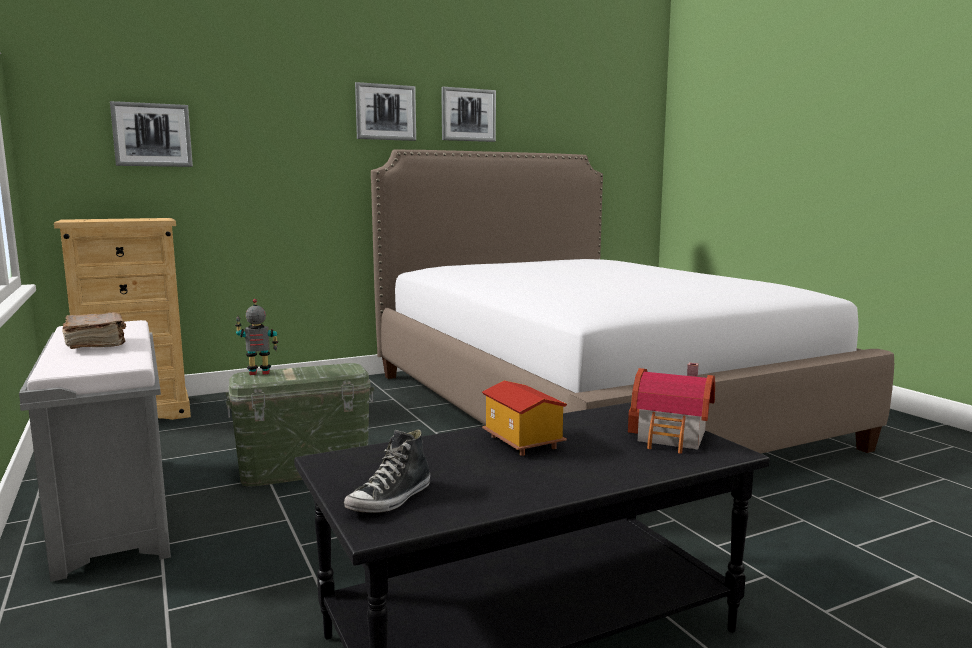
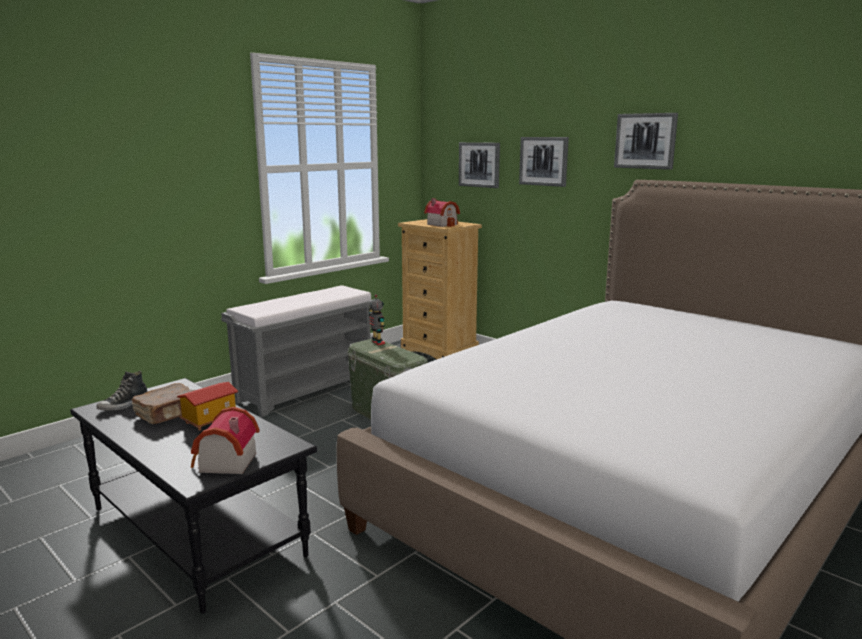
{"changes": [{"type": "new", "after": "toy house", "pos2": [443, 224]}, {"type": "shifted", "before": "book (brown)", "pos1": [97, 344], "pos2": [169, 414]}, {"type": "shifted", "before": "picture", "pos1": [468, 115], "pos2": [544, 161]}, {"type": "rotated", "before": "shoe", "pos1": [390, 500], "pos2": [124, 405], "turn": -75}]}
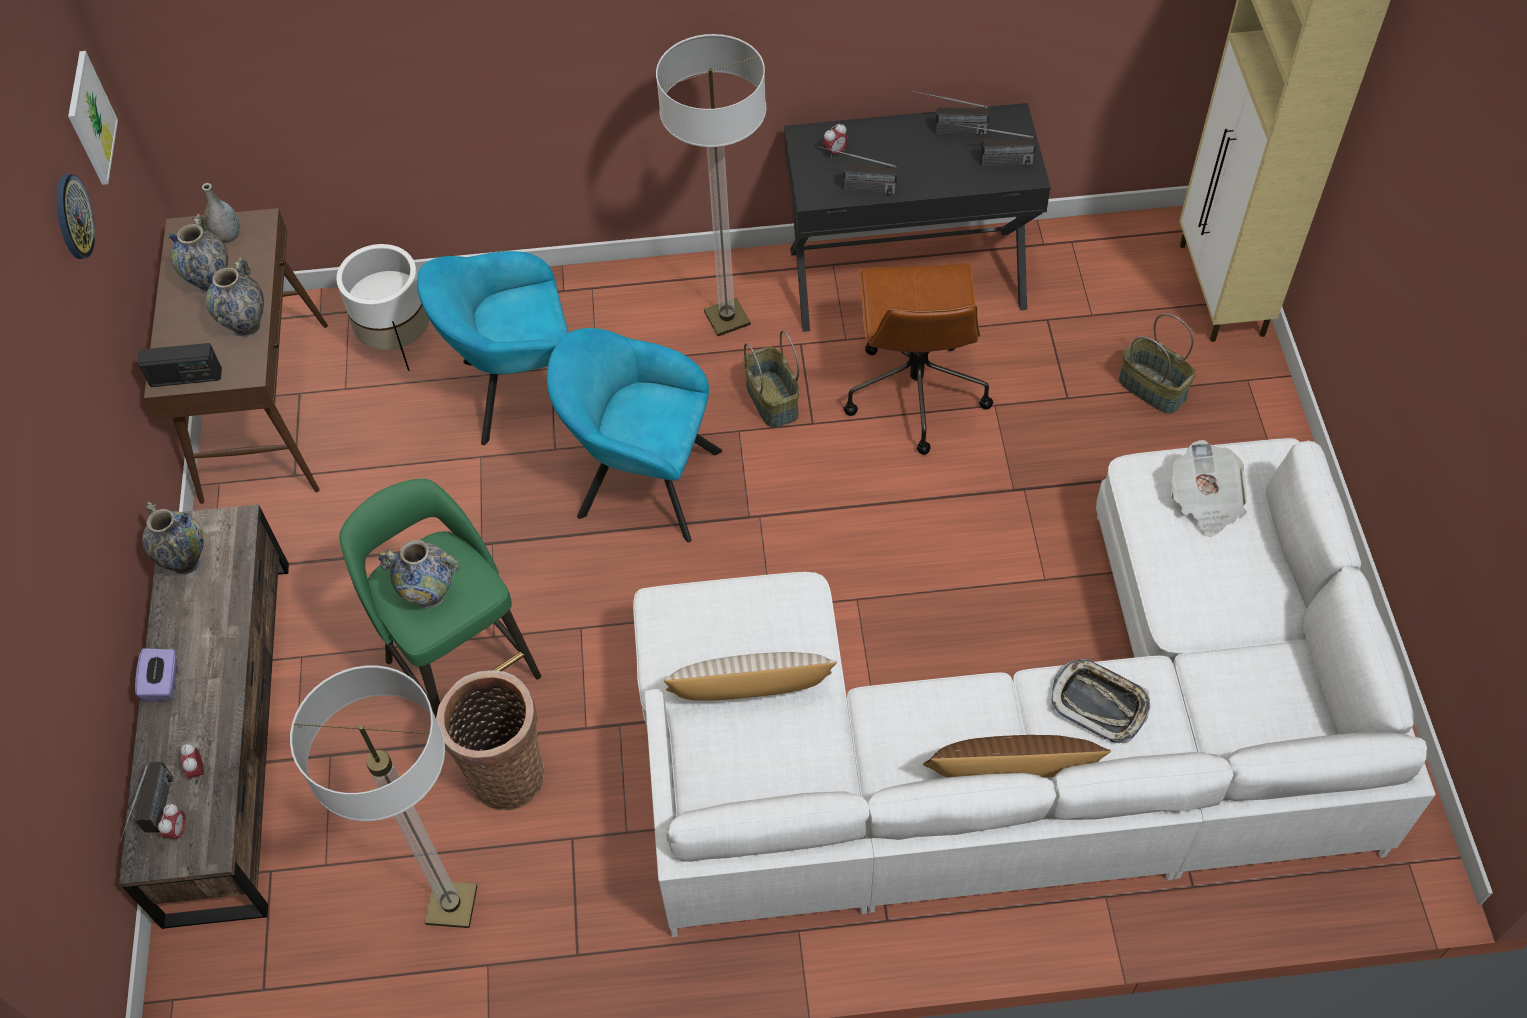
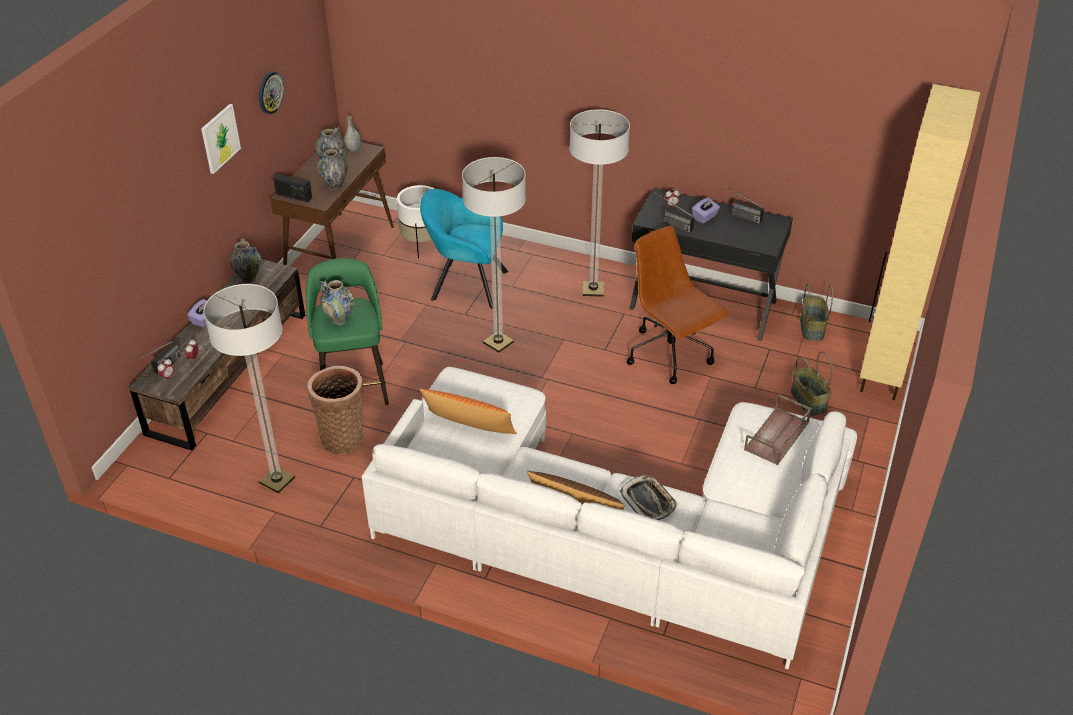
{"changes": [{"type": "gone", "before": "radio", "pos1": [992, 162]}, {"type": "new", "after": "tissue box (purple)", "pos2": [705, 217]}, {"type": "shifted", "before": "picture", "pos1": [90, 118], "pos2": [220, 138]}, {"type": "shifted", "before": "basket", "pos1": [771, 400], "pos2": [811, 327]}, {"type": "swapped", "before": "armchair (turquoise)", "after": "floor lamp", "pos1": [641, 481], "pos2": [498, 343]}, {"type": "swapped", "before": "newspaper", "after": "tray (brown)", "pos1": [1205, 501], "pos2": [777, 437]}, {"type": "repainted", "before": "pillow (beige)", "after": "pillow (orange)", "pos1": [750, 692], "pos2": [469, 426]}, {"type": "rotated", "before": "office chair (brown)", "pos1": [914, 391], "pos2": [670, 355], "turn": 120}]}
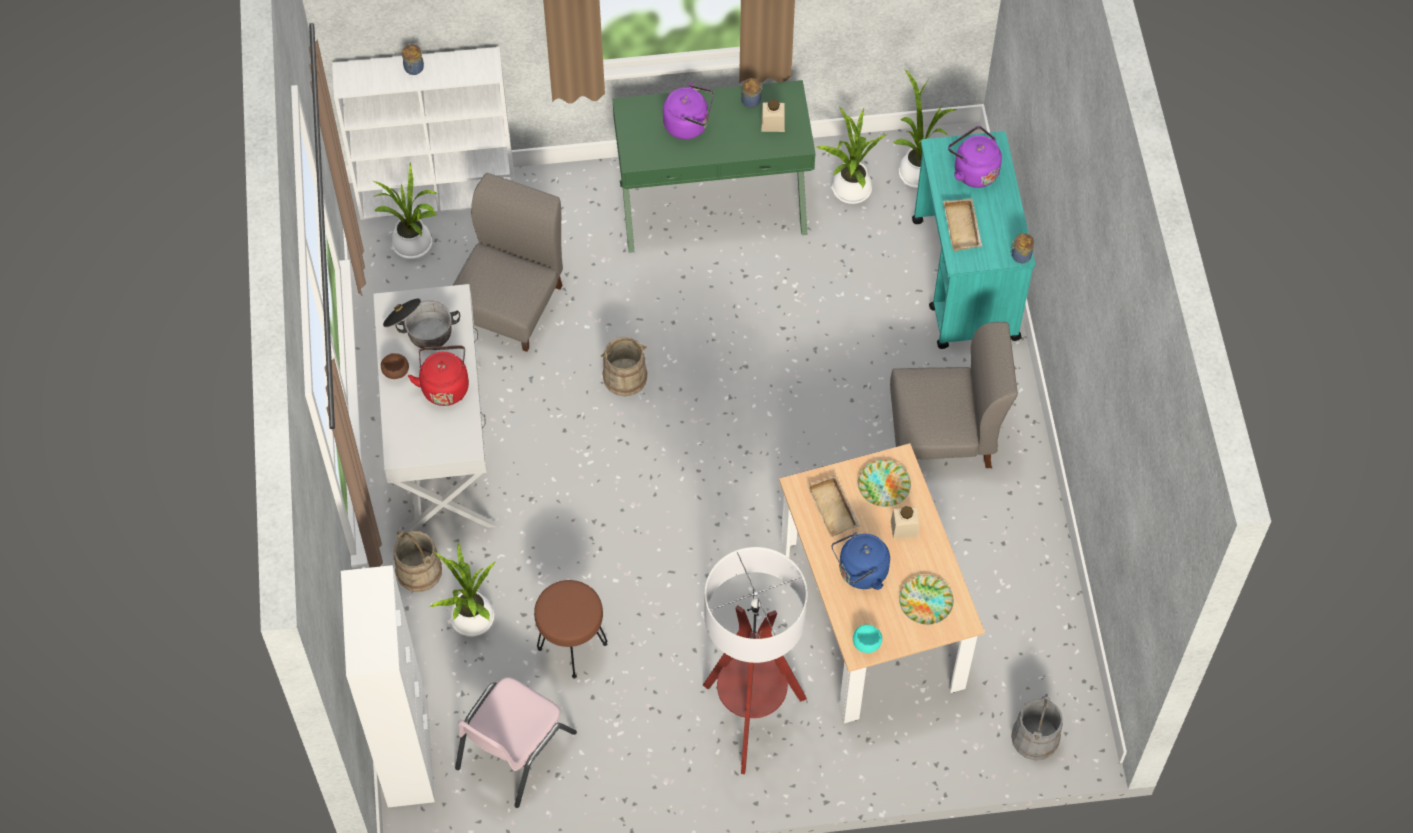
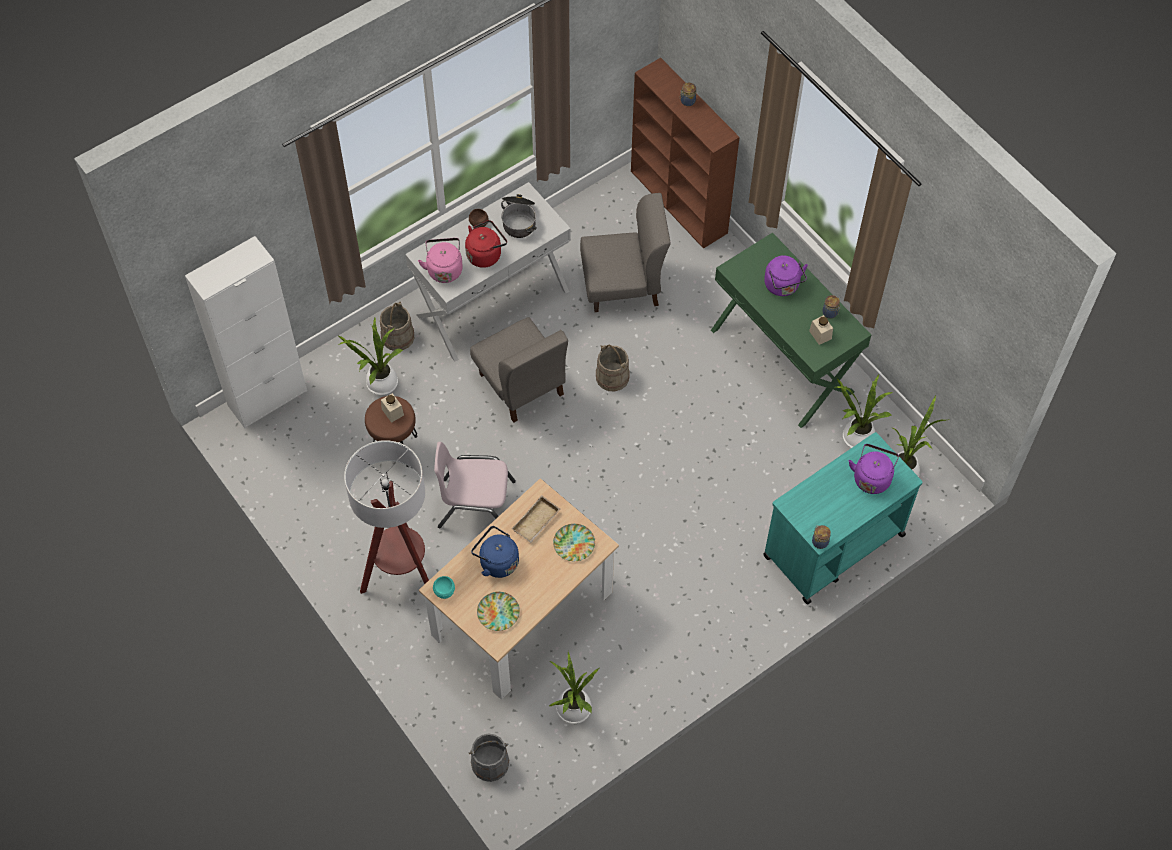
{"changes": [{"type": "gone", "before": "tray (beige)", "pos1": [963, 228]}, {"type": "new", "after": "kettle (pink)", "pos2": [444, 269]}, {"type": "shifted", "before": "potted plant", "pos1": [415, 246], "pos2": [573, 711]}, {"type": "shifted", "before": "chair (pink)", "pos1": [514, 750], "pos2": [476, 504]}, {"type": "shifted", "before": "chair (grey)", "pos1": [944, 436], "pos2": [521, 385]}, {"type": "shifted", "before": "jar (beige)", "pos1": [904, 528], "pos2": [392, 412]}, {"type": "repainted", "before": "bookcase (white)", "after": "bookcase (brown)", "pos1": [439, 194], "pos2": [679, 202]}]}
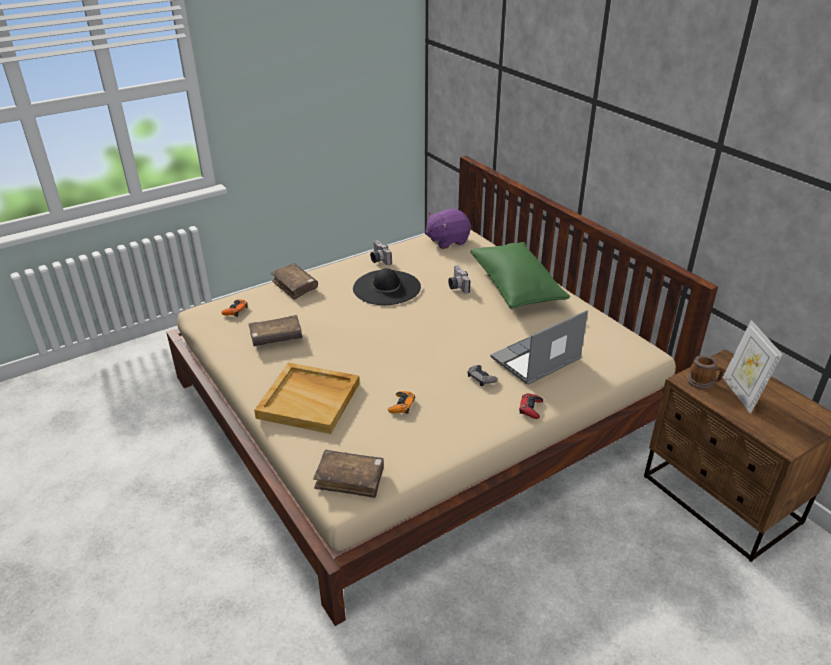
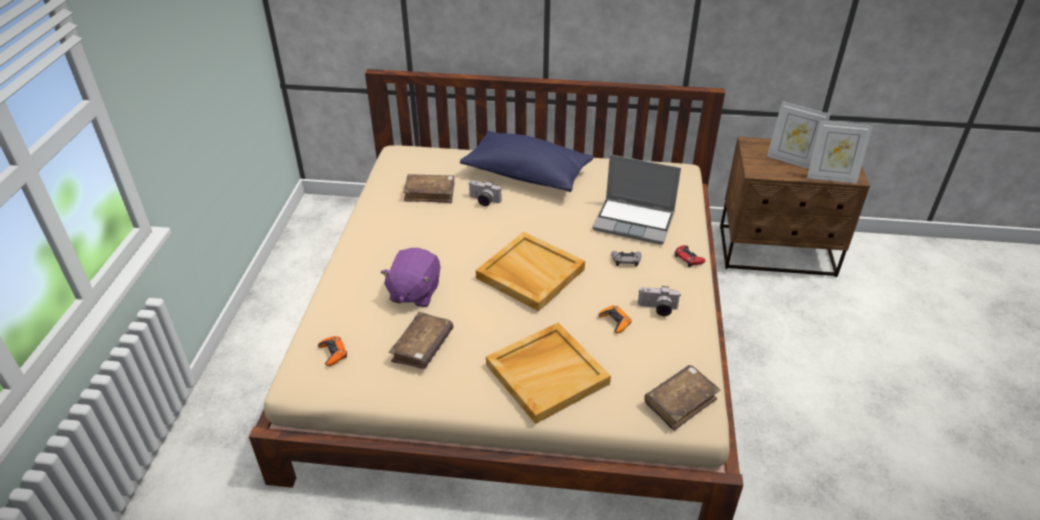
{"changes": [{"type": "gone", "before": "hat (black)", "pos1": [387, 287]}, {"type": "gone", "before": "mug", "pos1": [703, 382]}, {"type": "new", "after": "tray (beige)", "pos2": [529, 273]}, {"type": "new", "after": "picture frame", "pos2": [831, 178]}, {"type": "shifted", "before": "book (brown)", "pos1": [295, 286], "pos2": [430, 193]}, {"type": "shifted", "before": "photo camera", "pos1": [378, 260], "pos2": [657, 309]}, {"type": "shifted", "before": "plush toy (purple)", "pos1": [447, 241], "pos2": [414, 292]}, {"type": "repainted", "before": "pillow (green)", "after": "pillow (blue)", "pos1": [516, 288], "pos2": [527, 174]}, {"type": "rotated", "before": "laptop", "pos1": [535, 360], "pos2": [635, 222], "turn": -75}]}
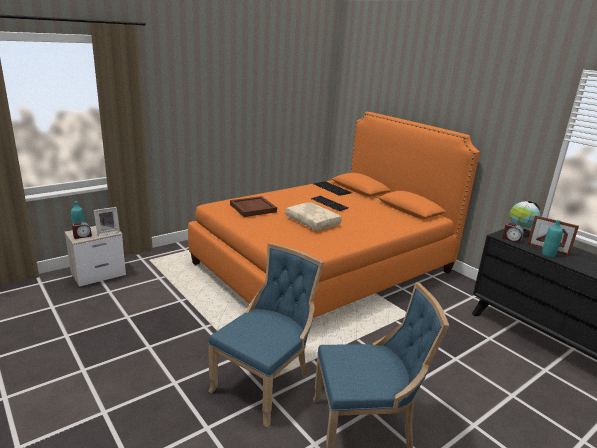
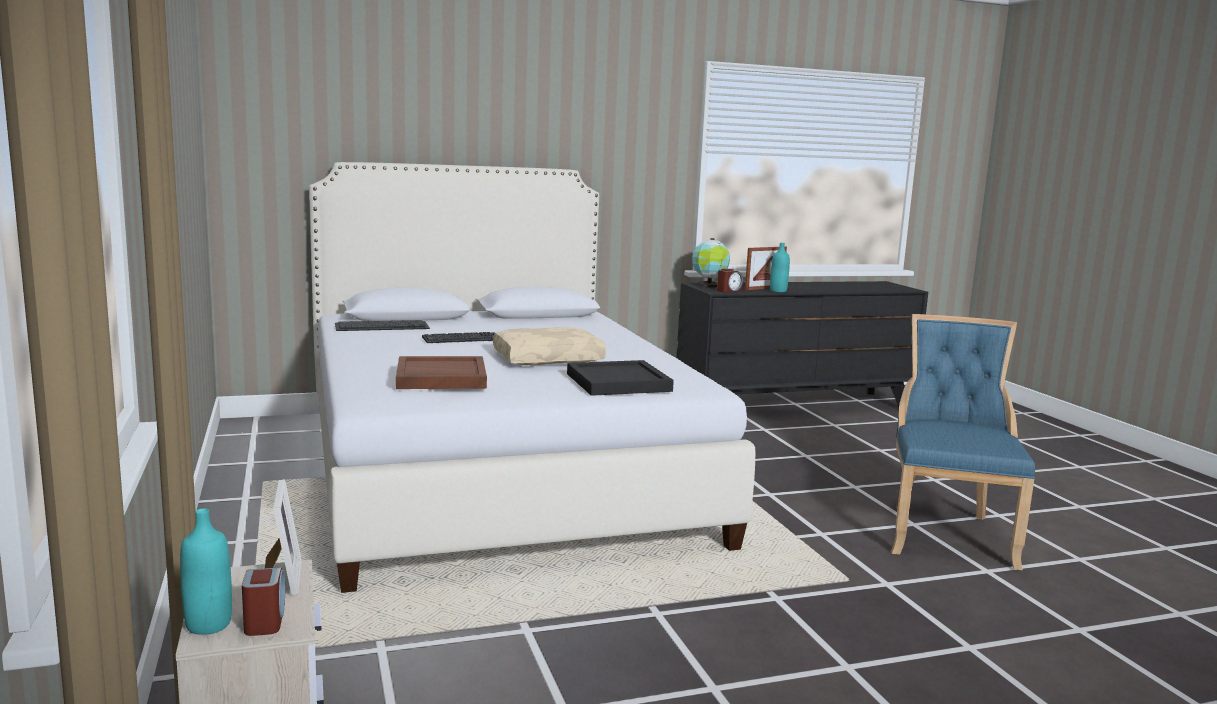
{"changes": [{"type": "gone", "before": "chair (blue)", "pos1": [265, 383]}, {"type": "new", "after": "tray (black)", "pos2": [617, 382]}, {"type": "repainted", "before": "bed (orange)", "after": "bed (white)", "pos1": [324, 267], "pos2": [494, 471]}]}
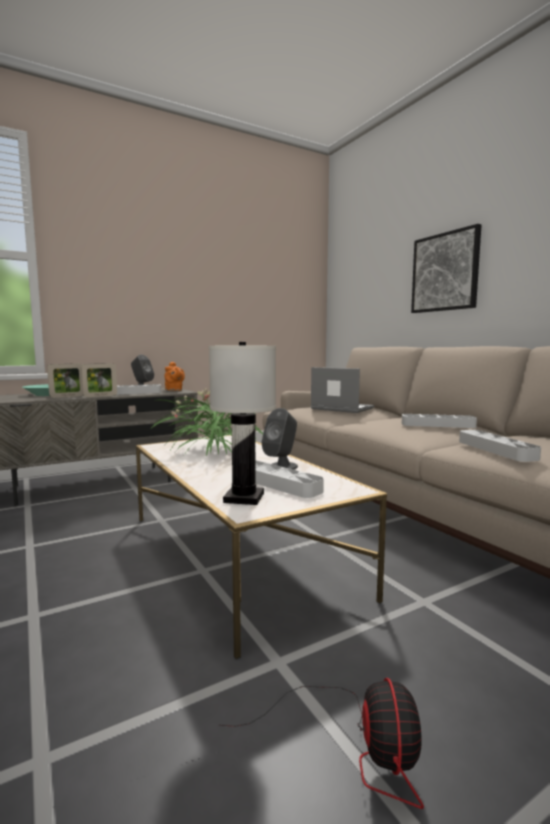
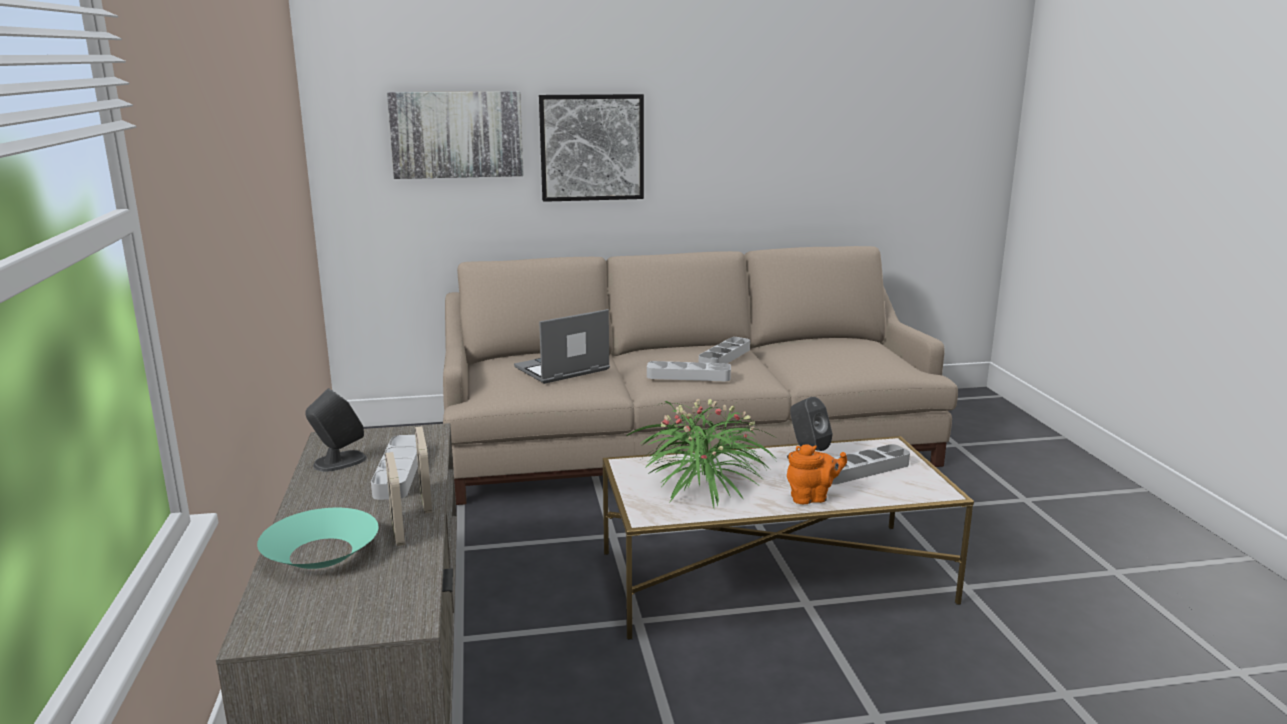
{"changes": [{"type": "gone", "before": "table lamp (white)", "pos1": [244, 498]}, {"type": "gone", "before": "fan", "pos1": [354, 746]}, {"type": "new", "after": "picture", "pos2": [457, 134]}, {"type": "shifted", "before": "teapot (orange)", "pos1": [174, 390], "pos2": [812, 498]}, {"type": "shifted", "before": "tray (grey)", "pos1": [496, 450], "pos2": [688, 376]}]}
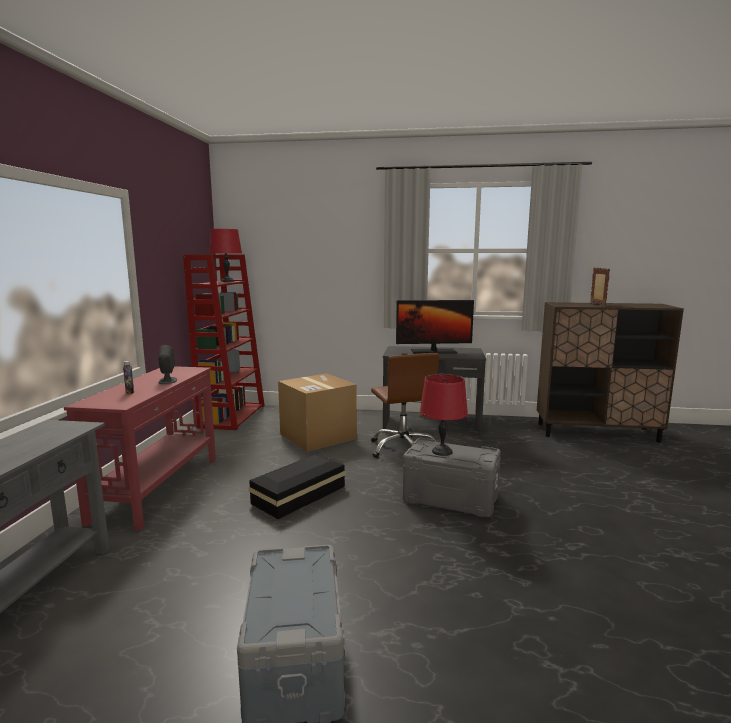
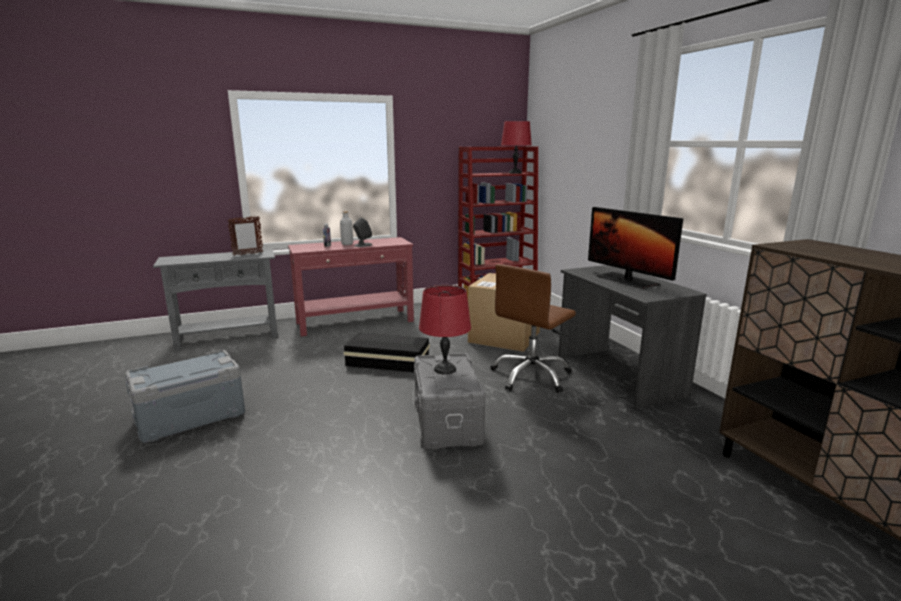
{"changes": [{"type": "new", "after": "bottle (grey)", "pos2": [347, 244]}, {"type": "shifted", "before": "picture frame", "pos1": [597, 305], "pos2": [248, 254]}]}
